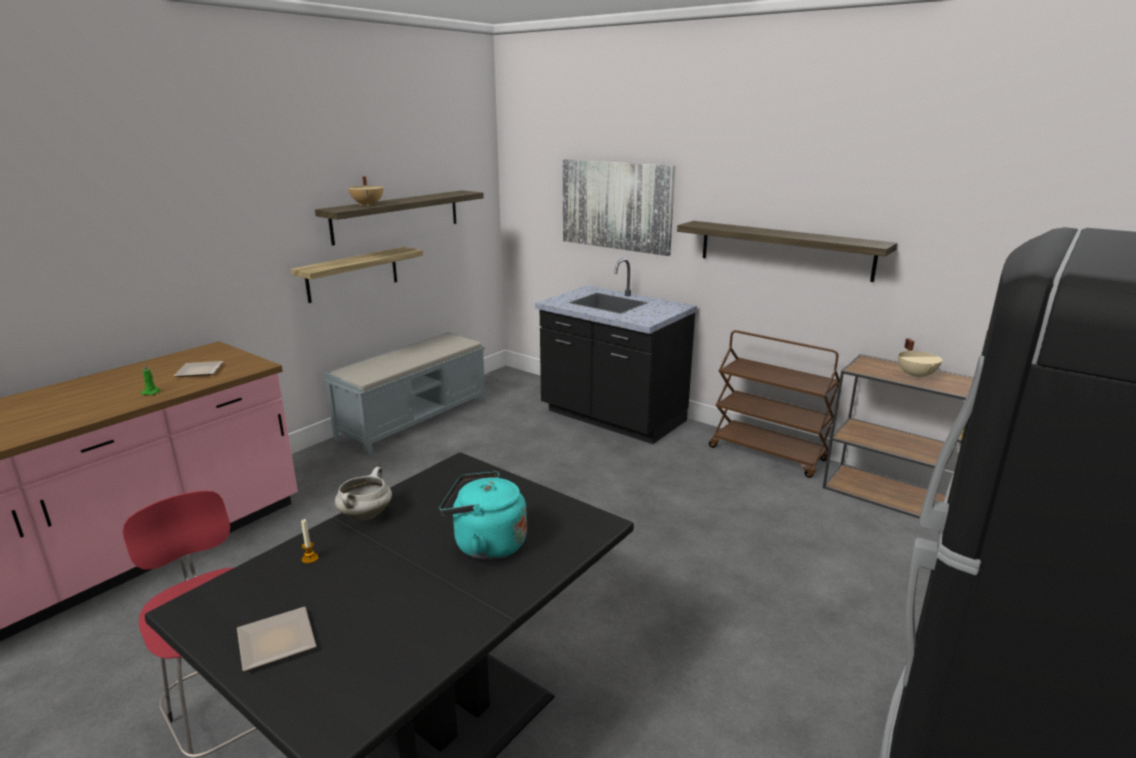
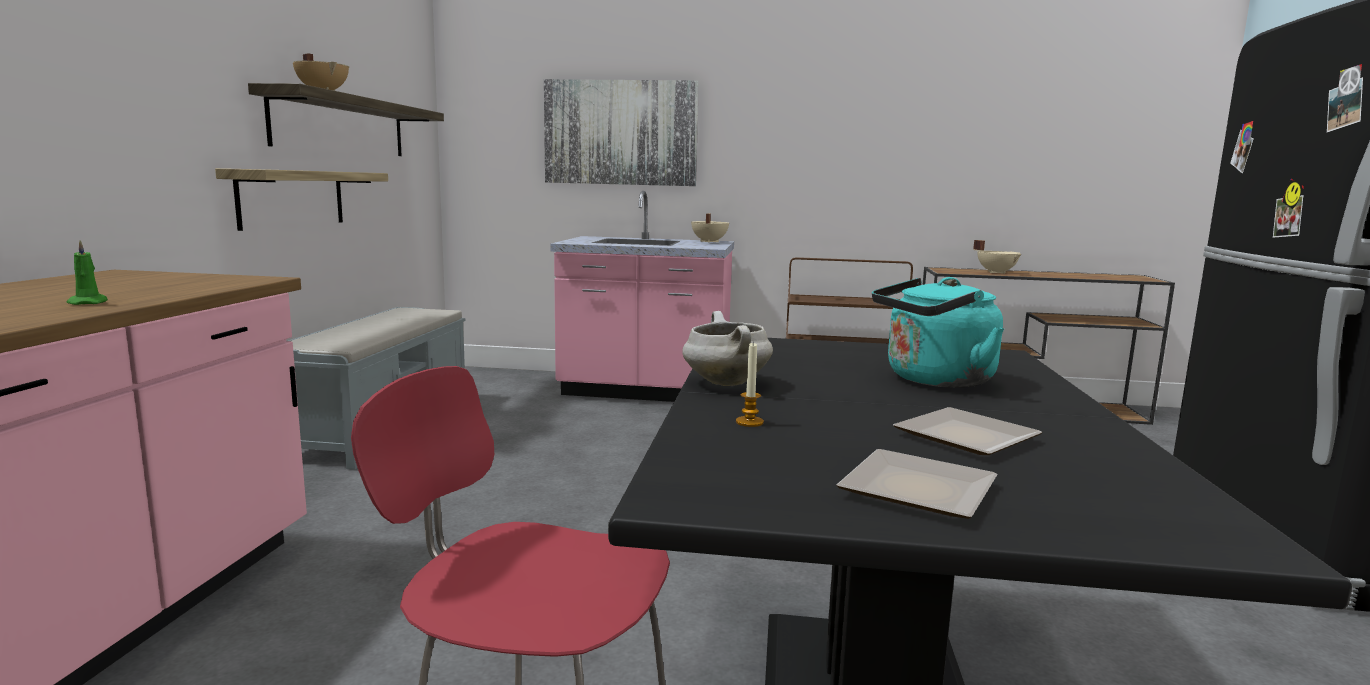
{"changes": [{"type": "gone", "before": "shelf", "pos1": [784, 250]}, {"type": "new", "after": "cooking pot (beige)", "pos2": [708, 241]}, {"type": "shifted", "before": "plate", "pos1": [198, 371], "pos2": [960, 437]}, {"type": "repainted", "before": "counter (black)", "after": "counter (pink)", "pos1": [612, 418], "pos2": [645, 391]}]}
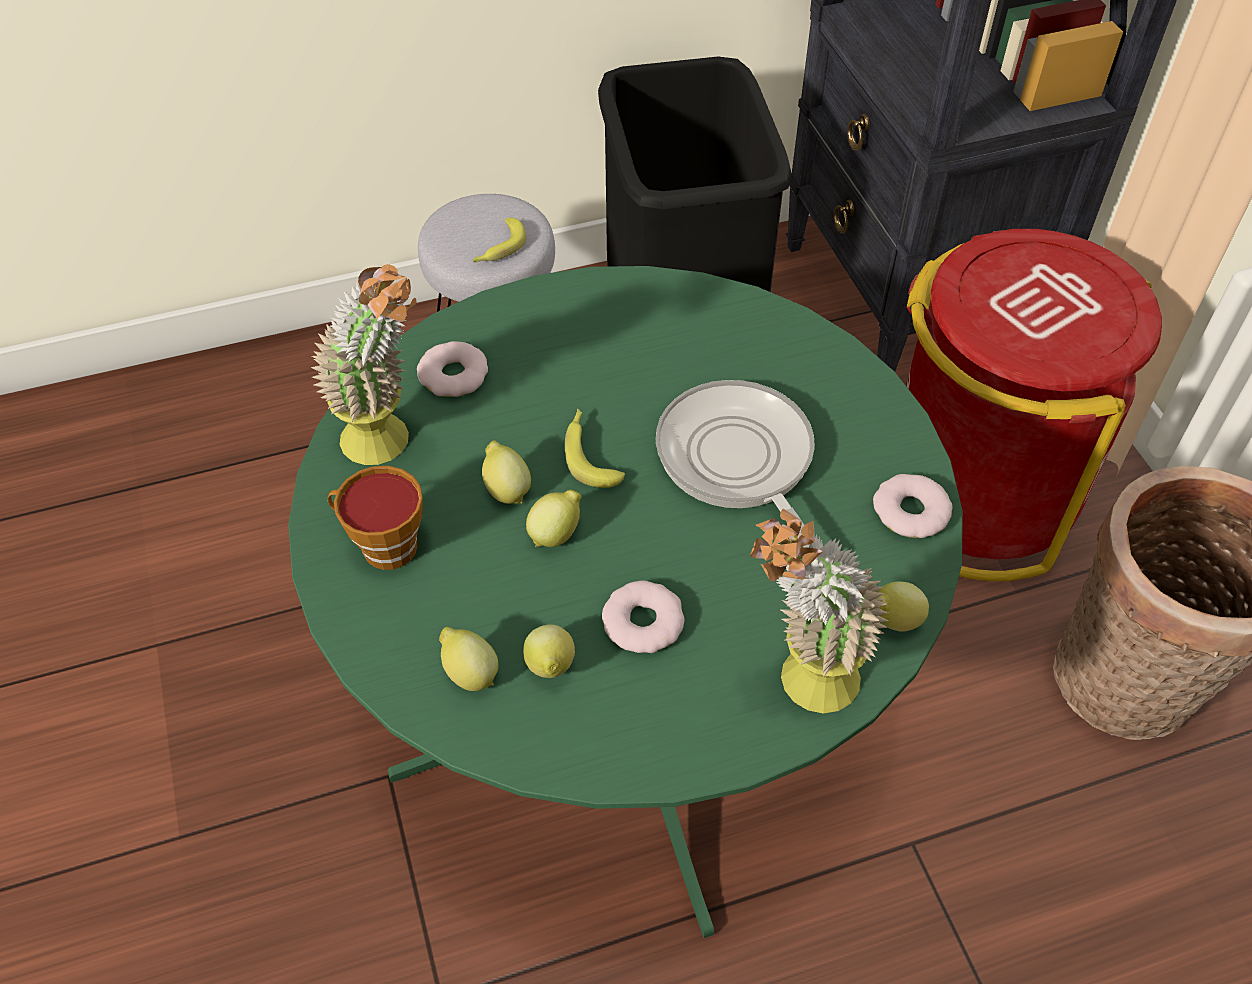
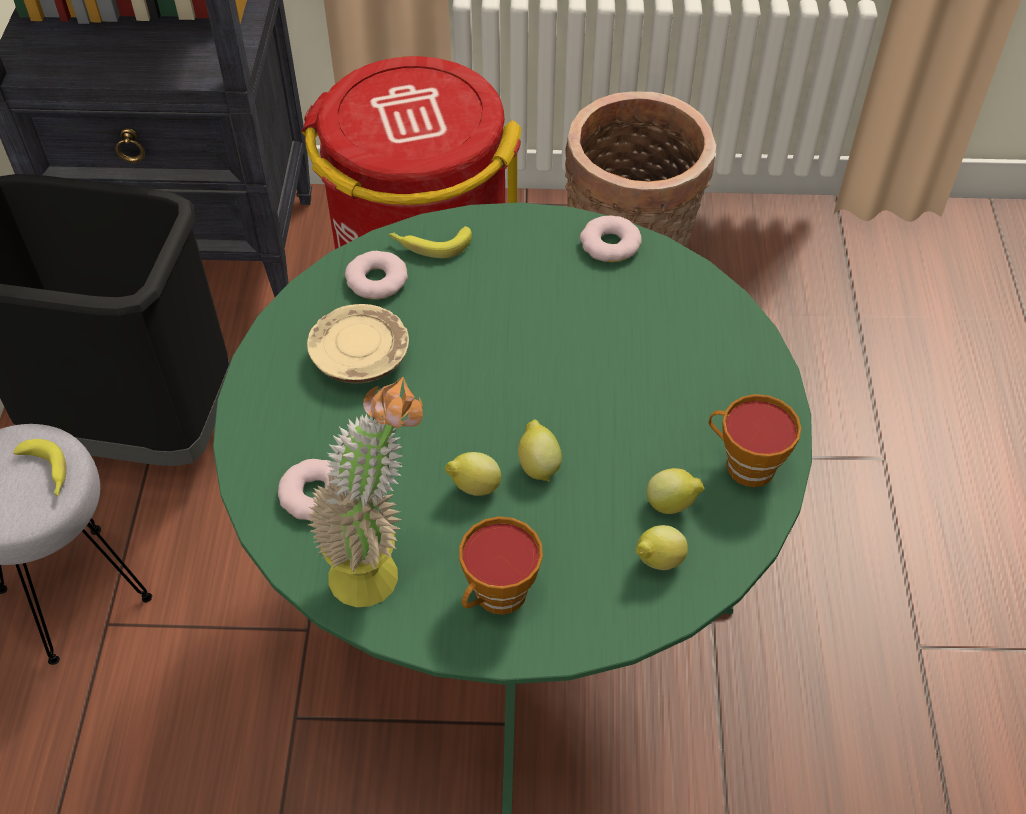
{"changes": [{"type": "gone", "before": "frying pan", "pos1": [738, 461]}, {"type": "gone", "before": "potted plant", "pos1": [801, 686]}, {"type": "gone", "before": "lemon", "pos1": [892, 622]}, {"type": "new", "after": "plate (beige)", "pos2": [360, 356]}, {"type": "new", "after": "cup", "pos2": [744, 465]}, {"type": "shifted", "before": "banana", "pos1": [590, 453], "pos2": [429, 244]}, {"type": "shifted", "before": "donut", "pos1": [642, 622], "pos2": [376, 280]}]}
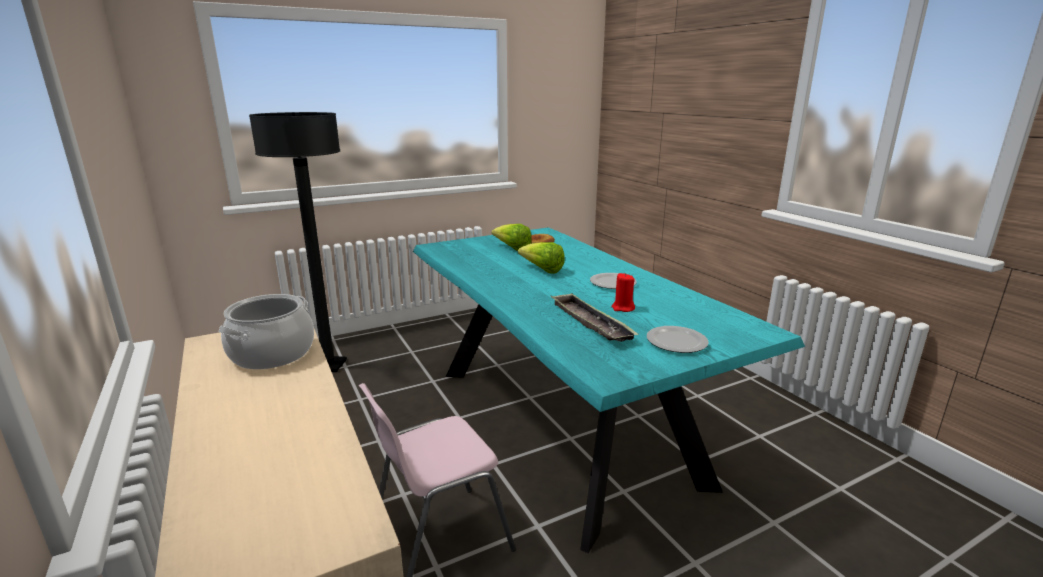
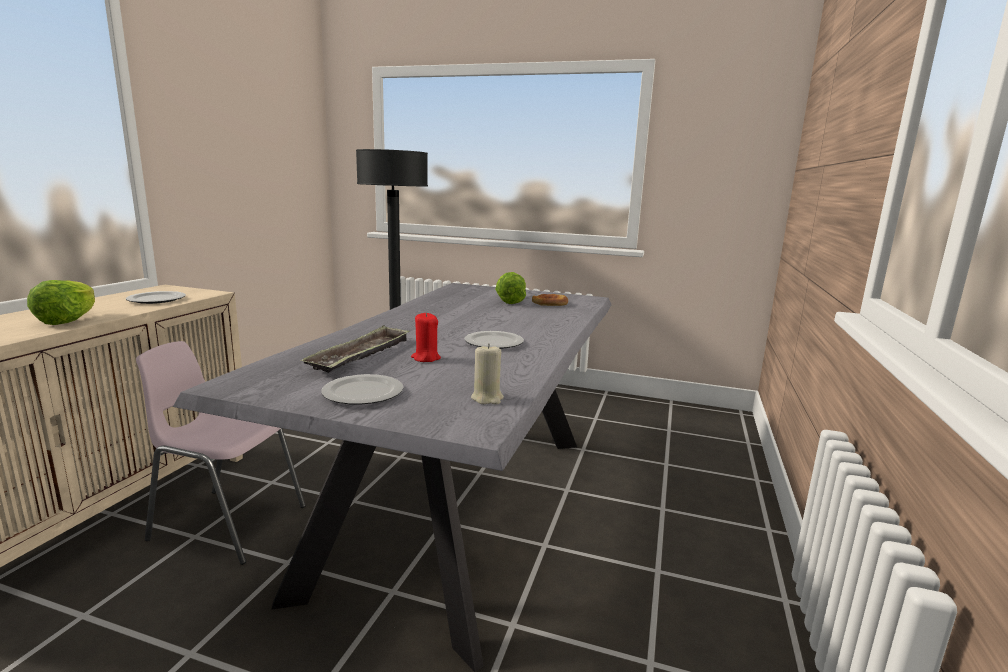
{"changes": [{"type": "new", "after": "candle (beige)", "pos2": [487, 398]}, {"type": "shifted", "before": "lettuce", "pos1": [542, 270], "pos2": [69, 320]}, {"type": "swapped", "before": "cooking pot", "after": "plate", "pos1": [272, 354], "pos2": [155, 300]}, {"type": "repainted", "before": "dining table (turquoise)", "after": "dining table (grey)", "pos1": [561, 423], "pos2": [462, 506]}]}
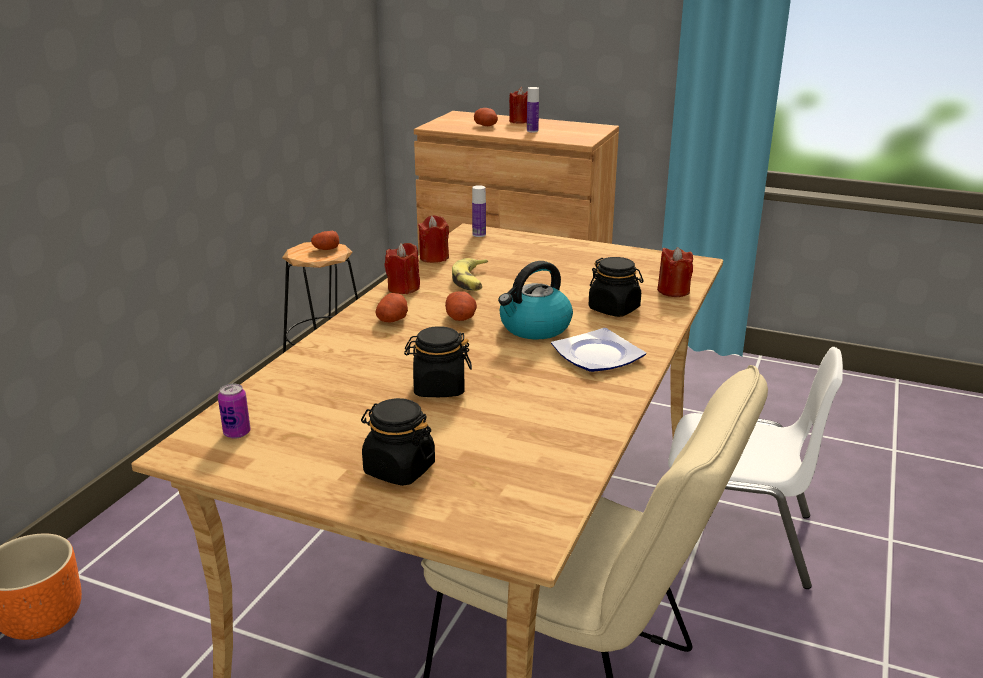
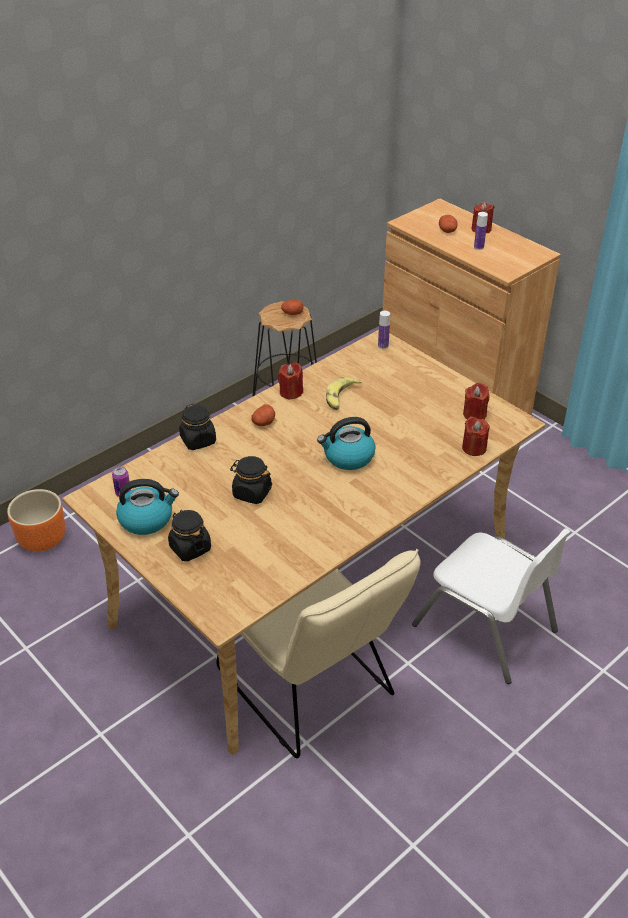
{"changes": [{"type": "gone", "before": "potato", "pos1": [461, 318]}, {"type": "gone", "before": "plate", "pos1": [599, 356]}, {"type": "new", "after": "kettle", "pos2": [147, 519]}, {"type": "shifted", "before": "candle (red)", "pos1": [434, 257], "pos2": [474, 414]}, {"type": "shifted", "before": "jar (black)", "pos1": [614, 309], "pos2": [198, 440]}]}
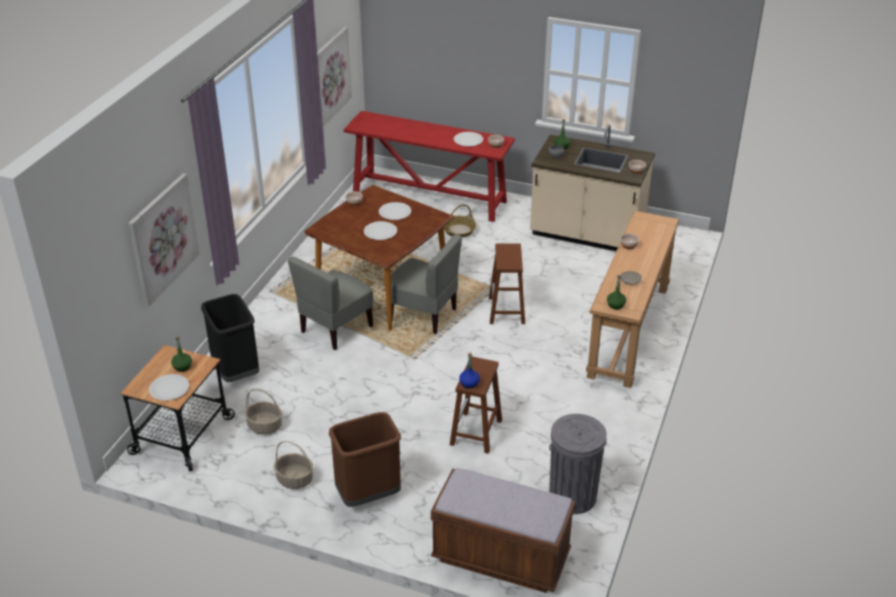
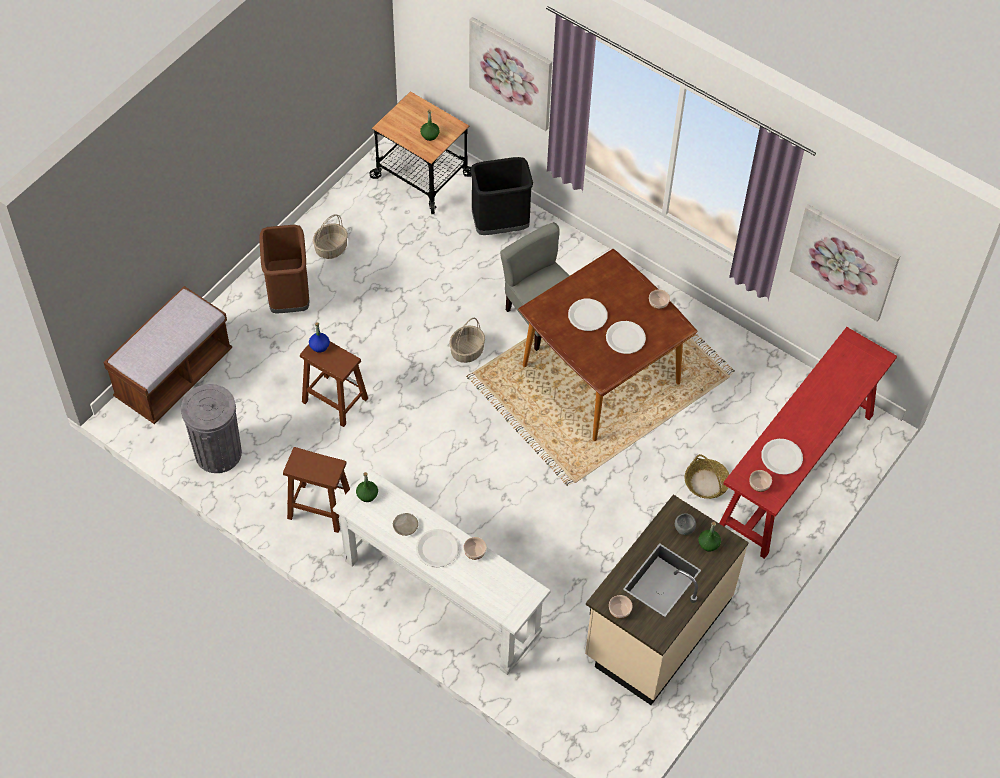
{"changes": [{"type": "gone", "before": "chair (grey)", "pos1": [423, 315]}, {"type": "shifted", "before": "plate (white)", "pos1": [169, 388], "pos2": [437, 549]}, {"type": "shifted", "before": "basket", "pos1": [265, 426], "pos2": [467, 351]}, {"type": "shifted", "before": "stool (brown)", "pos1": [507, 311], "pos2": [319, 508]}, {"type": "repainted", "before": "console table (brown)", "after": "console table (white)", "pos1": [628, 331], "pos2": [441, 598]}]}
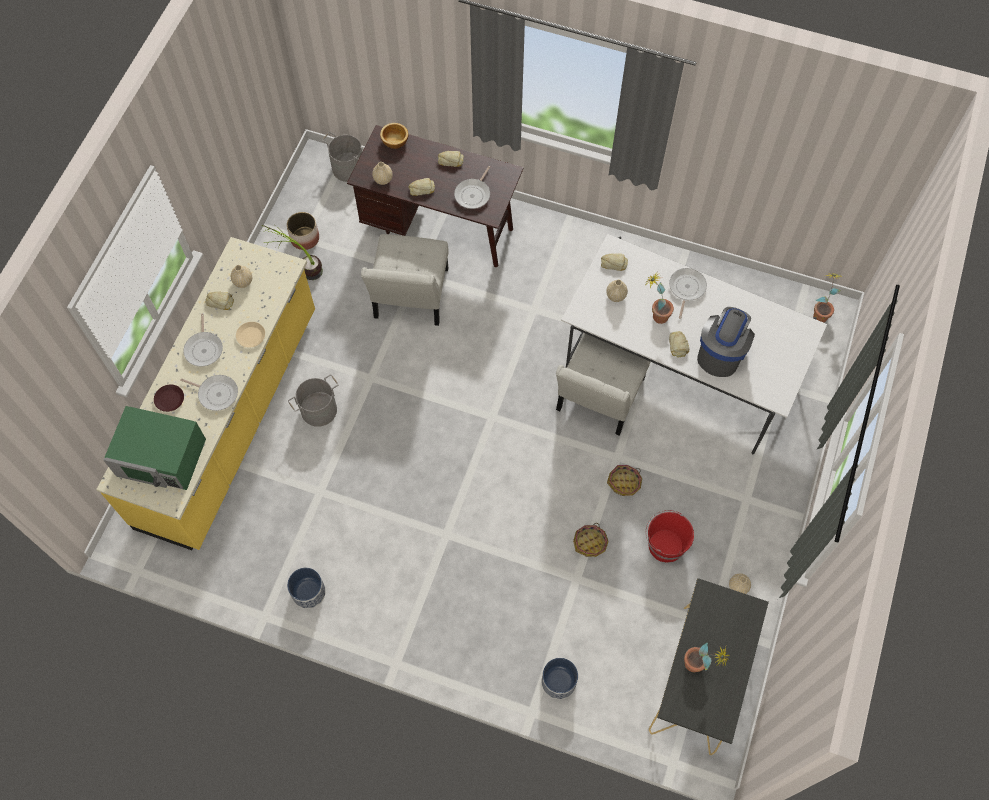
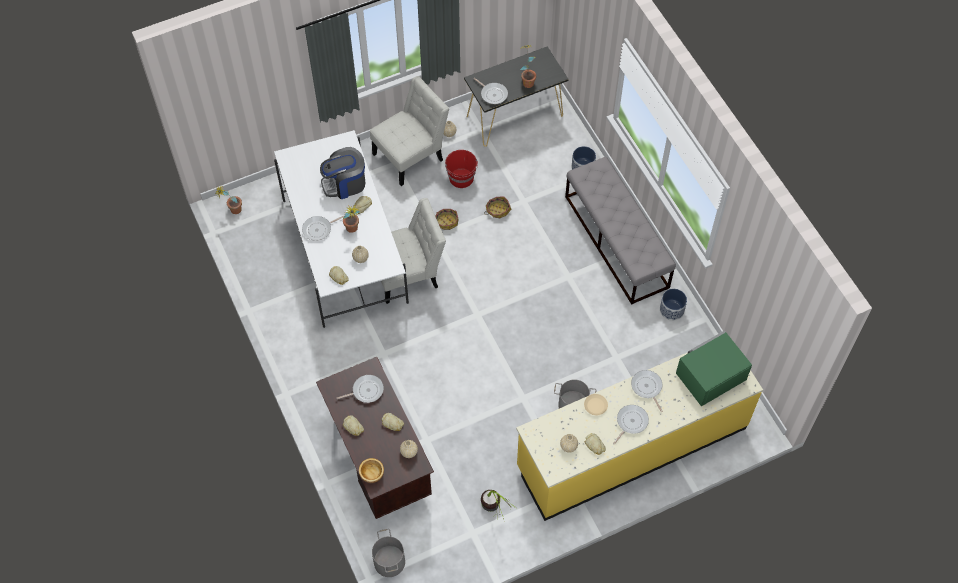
{"changes": [{"type": "gone", "before": "plate (brown)", "pos1": [169, 400]}, {"type": "gone", "before": "planter", "pos1": [304, 238]}, {"type": "new", "after": "frying pan", "pos2": [493, 94]}, {"type": "new", "after": "bench (grey)", "pos2": [616, 242]}, {"type": "shifted", "before": "chair (white)", "pos1": [410, 298], "pos2": [411, 155]}, {"type": "rotated", "before": "microwave (green)", "pos1": [162, 457], "pos2": [710, 376], "turn": -90}]}
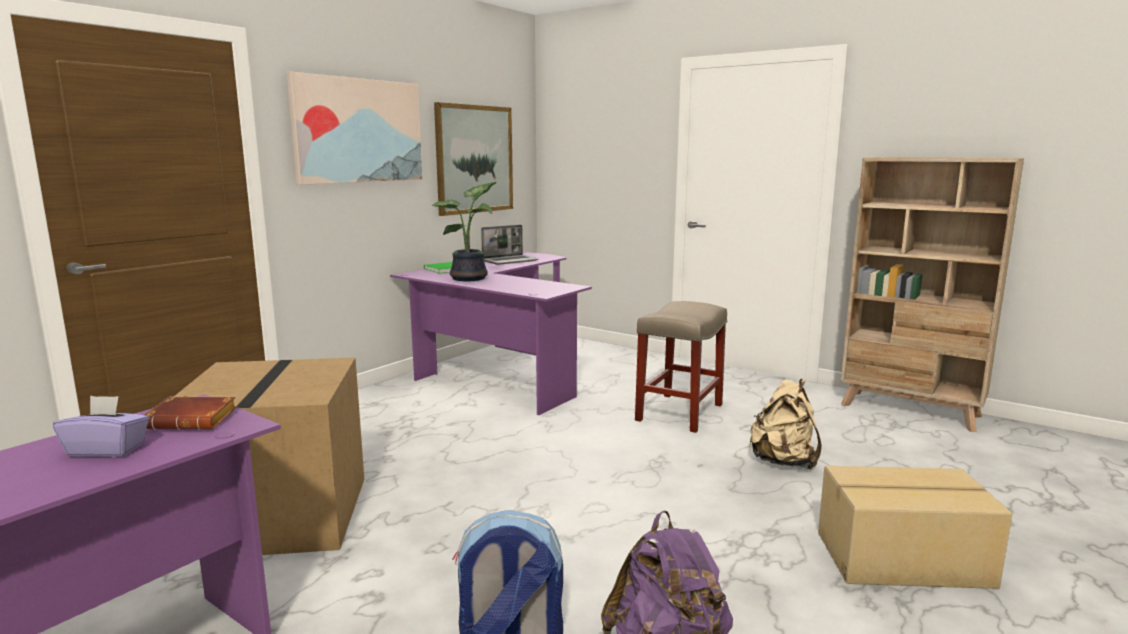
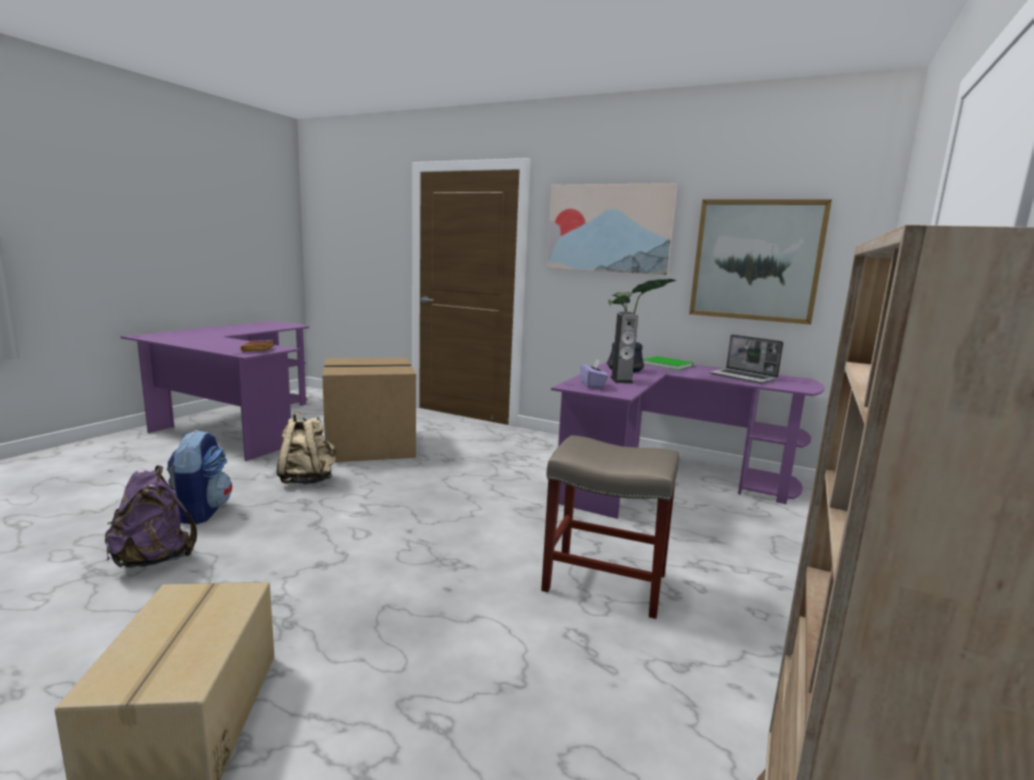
{"changes": [{"type": "new", "after": "speaker", "pos2": [621, 380]}, {"type": "shifted", "before": "tissue box (purple)", "pos1": [107, 450], "pos2": [592, 385]}, {"type": "shifted", "before": "backpack (beige)", "pos1": [783, 462], "pos2": [307, 480]}]}
